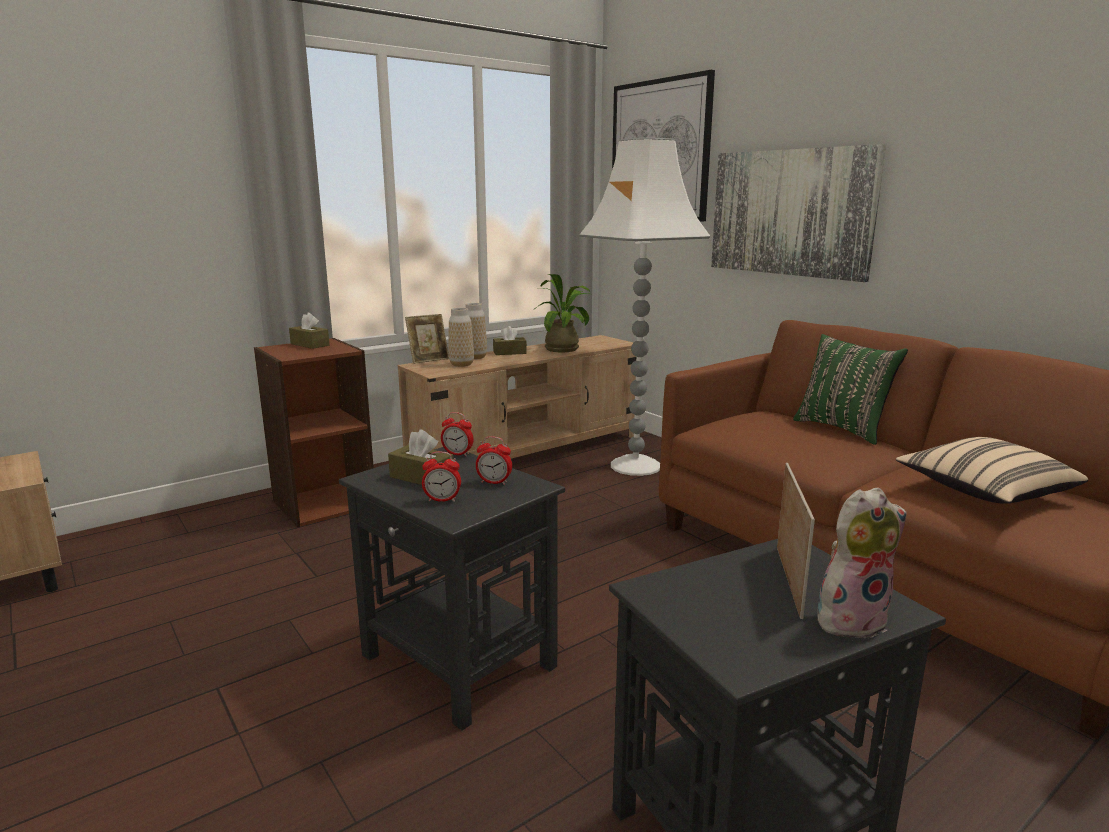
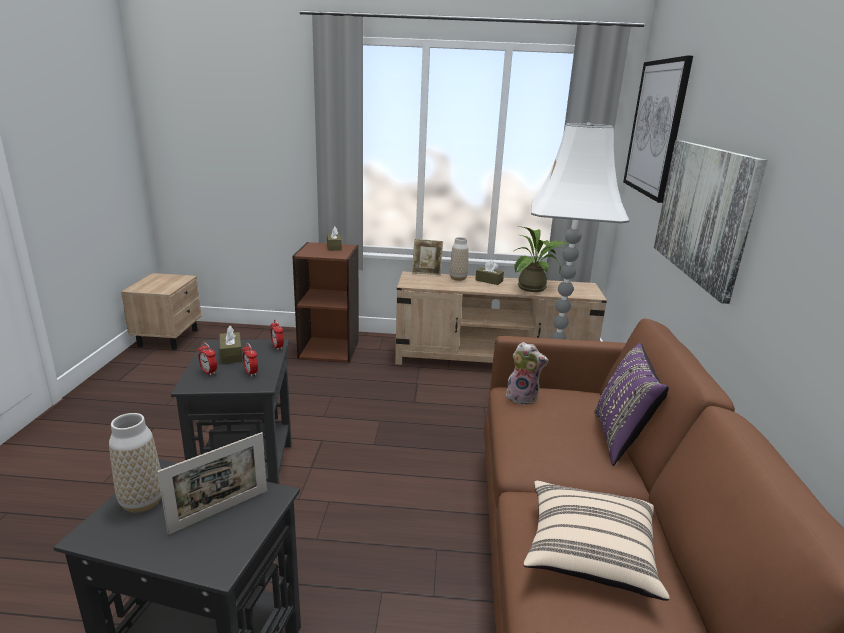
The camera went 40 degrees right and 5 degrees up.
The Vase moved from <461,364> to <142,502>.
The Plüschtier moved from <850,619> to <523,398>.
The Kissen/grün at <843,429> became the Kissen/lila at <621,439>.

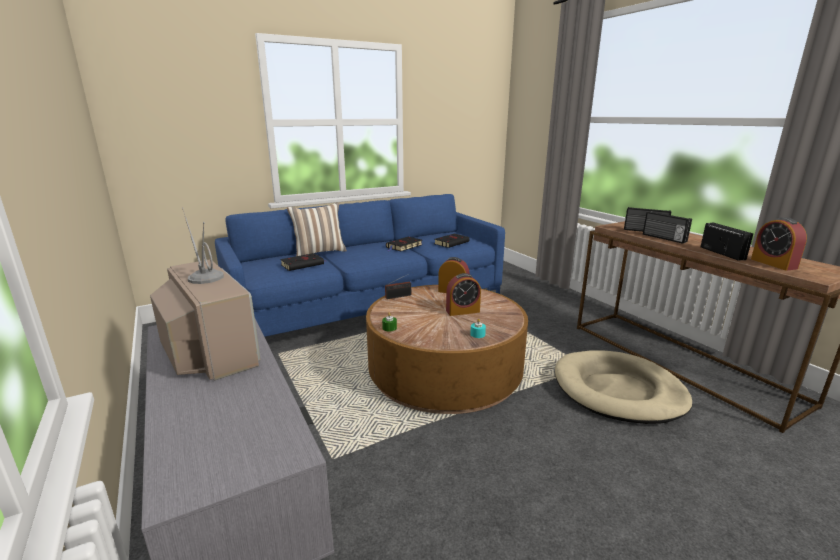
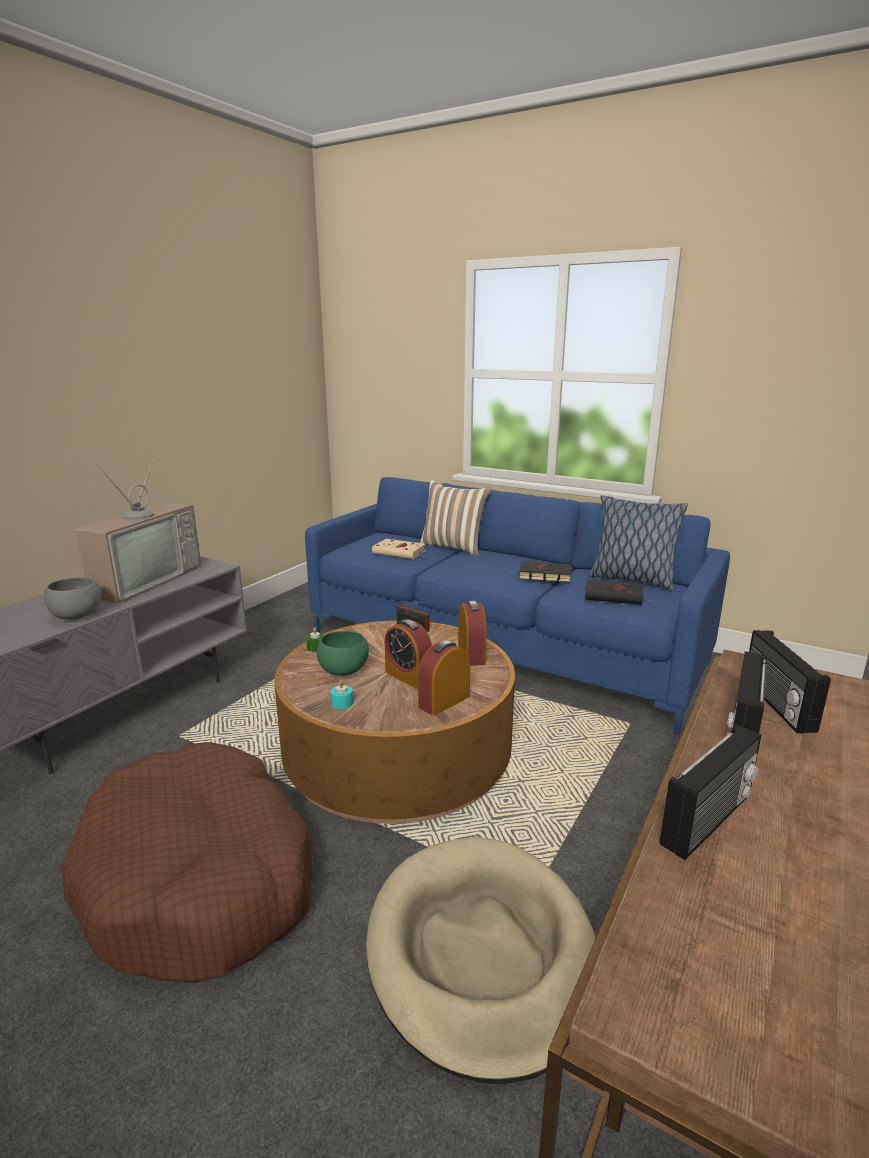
The camera went 60 degrees right and 0 degrees up.
The Schüssel/grau at <76,616> appeared.
The Hundebett/braun at <201,879> appeared.
The Schüssel/grün at <343,671> appeared.
The Buch/schwarz at <303,264> became the Buch/beige at <400,552>.
The Wecker moved from <773,264> to <444,701>.
The Kissen at <631,579> appeared.

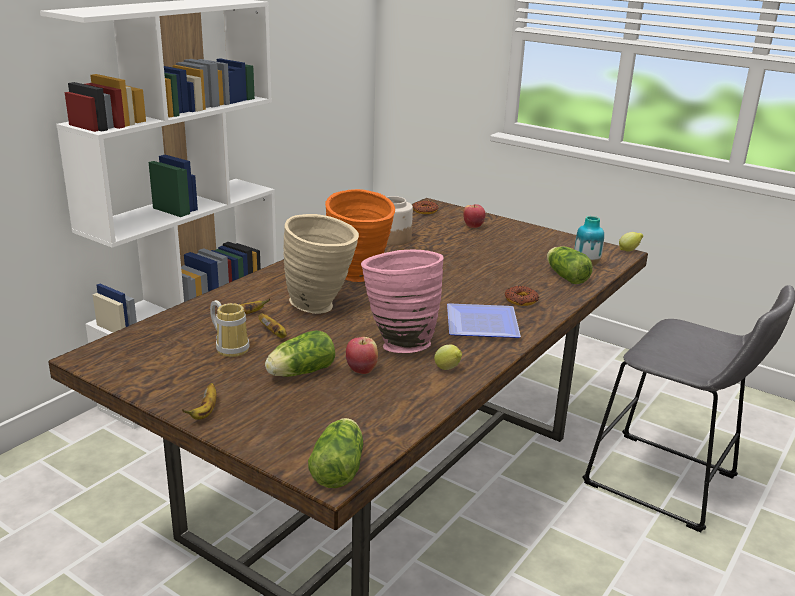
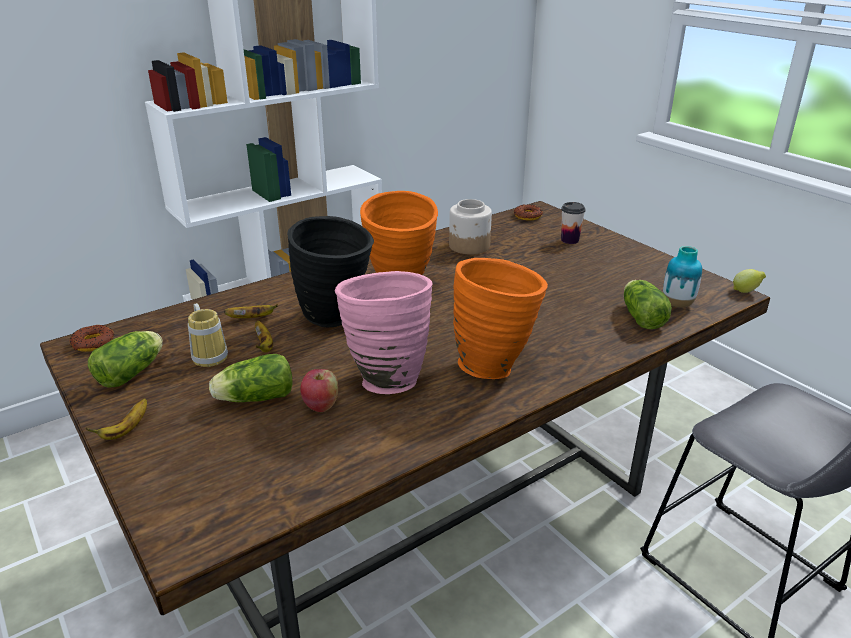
The camera went 20 degrees right and 5 degrees up.
The Donut moved from <521,300> to <93,343>.
The Salatkopf moved from <339,467> to <133,372>.
The Vase/beige at <322,307> became the Vase/schwarz at <336,319>.
The Teller at <479,323> was replaced by the Vase/orange at <495,365>.
The Apfel at <473,226> was replaced by the Tasse at <570,240>.
The Zitrone at <448,369> disappeared.

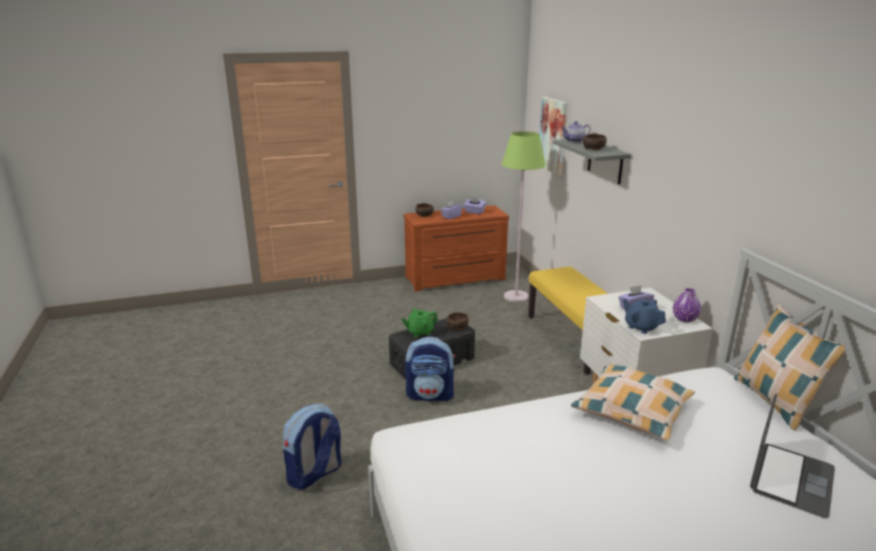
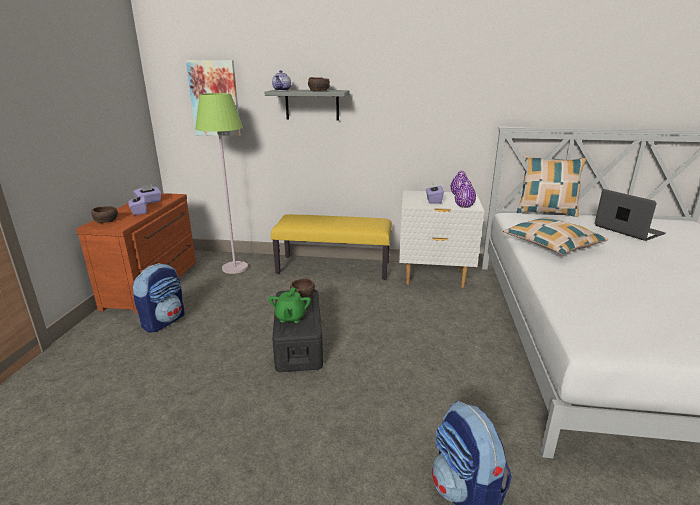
The camera went 65 degrees left and 0 degrees up.
The Rucksack moved from <430,395> to <164,321>.
The Teekanne/blau at <641,327> was replaced by the Vase/lila at <464,206>.

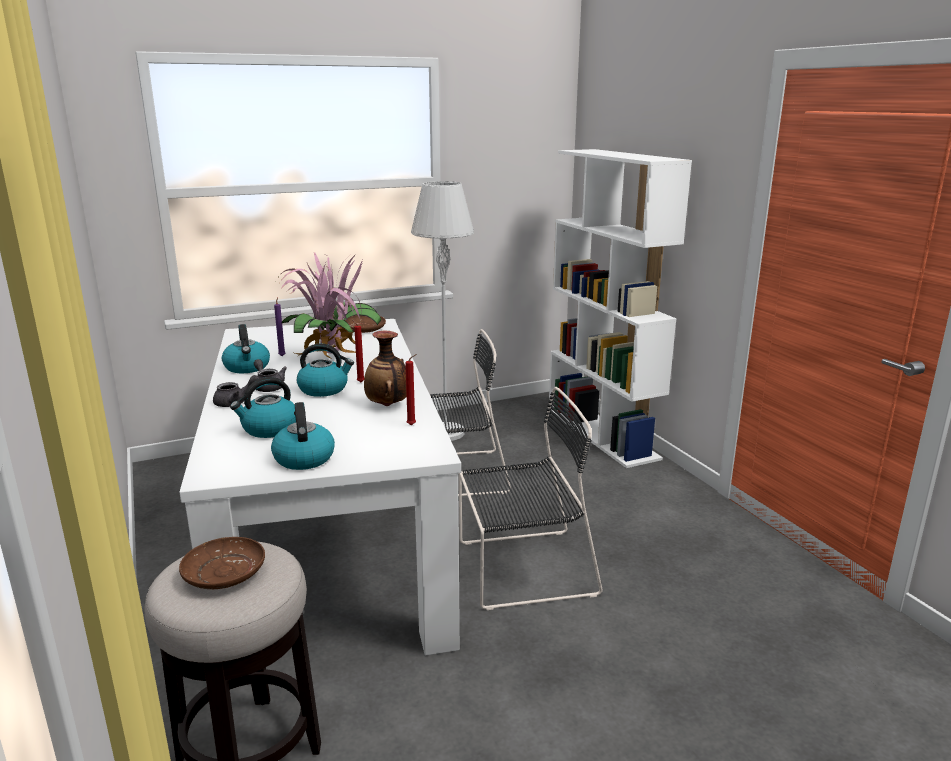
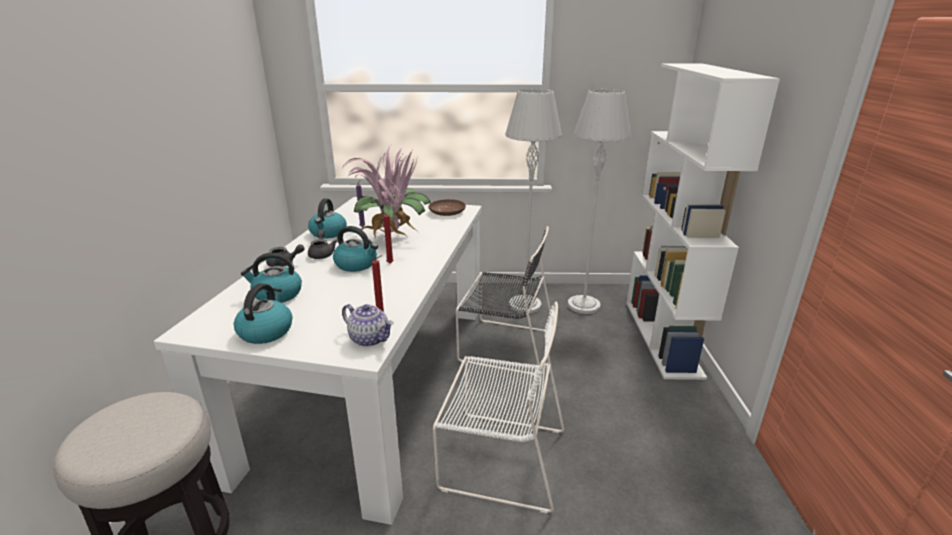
The camera went 25 degrees right and 5 degrees up.
The Teekanne at <370,339> appeared.
The Stuhl/schwarz at <521,568> became the Stuhl/weiß at <499,457>.
The Stehlampe/grau at <583,305> appeared.
The Teller/braun at <224,573> disappeared.
The Vase at <388,405> disappeared.

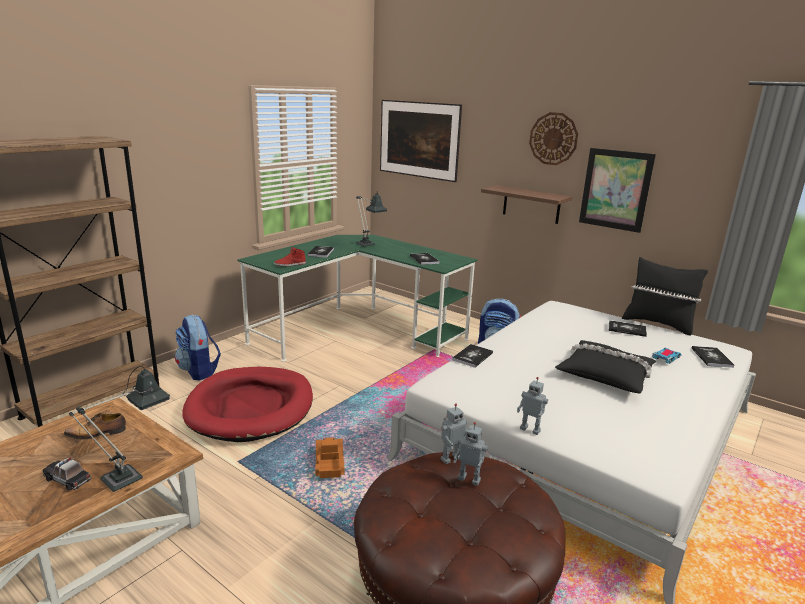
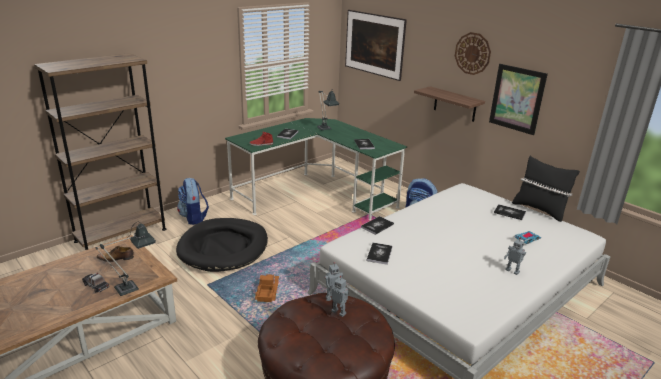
The camera went 10 degrees right and 5 degrees up.
The Hundebett/rot at <251,407> became the Hundebett/schwarz at <223,247>.
The Buch moved from <711,357> to <379,254>.
The Spielzeugroboter moved from <530,429> to <512,271>.
The Kissen/schwarz at <605,374> disappeared.

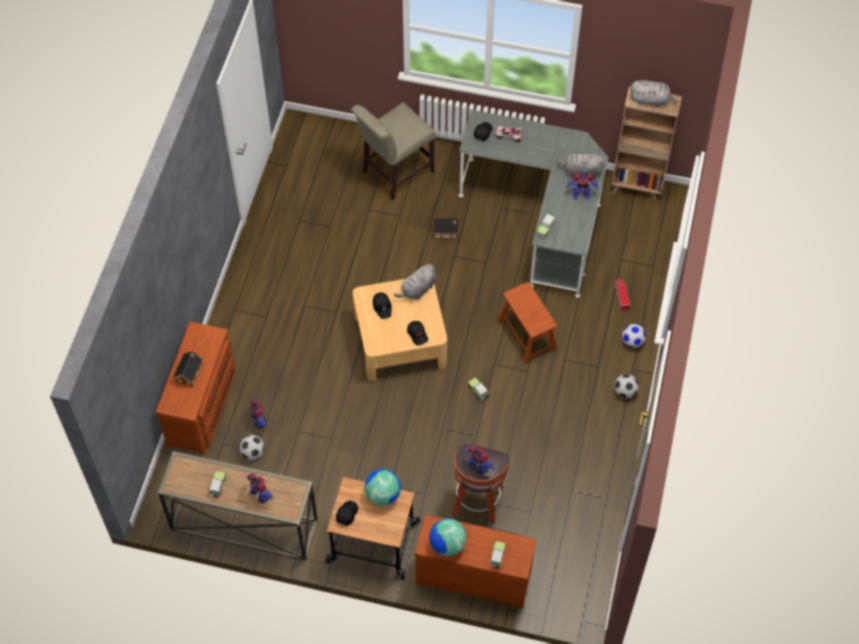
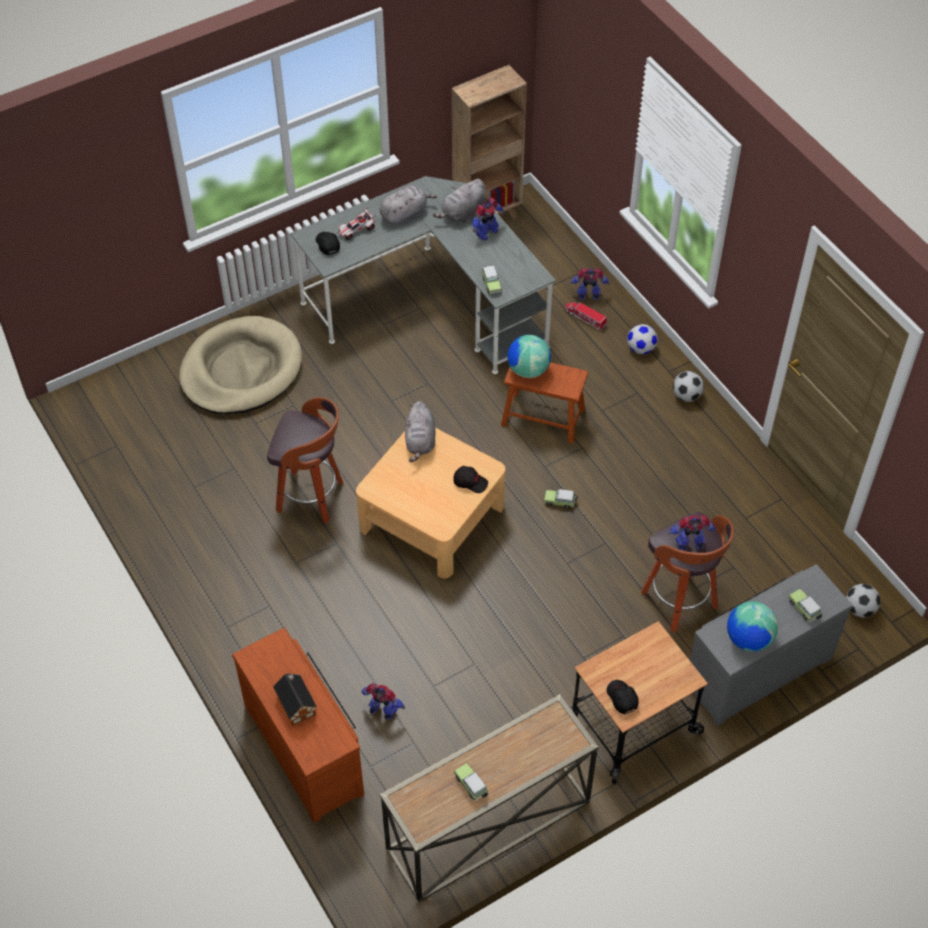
The camera went 45 degrees left and 5 degrees down.
The Stuhl/beige at <394,173> was replaced by the Hundebett/beige at <241,370>.
The Hocker at <312,497> appeared.
The Plüschtier/grau moved from <651,100> to <405,213>.
The Globus moved from <383,494> to <528,370>.
The Spielzeugroboter moved from <260,495> to <589,296>.
The Kommode/braun at <474,574> became the Kommode/grau at <756,668>.
The Fußball moved from <253,453> to <859,609>.
The Kappe/schwarz at <382,306> disappeared.
The Spielzeughaus at <447,232> disappeared.

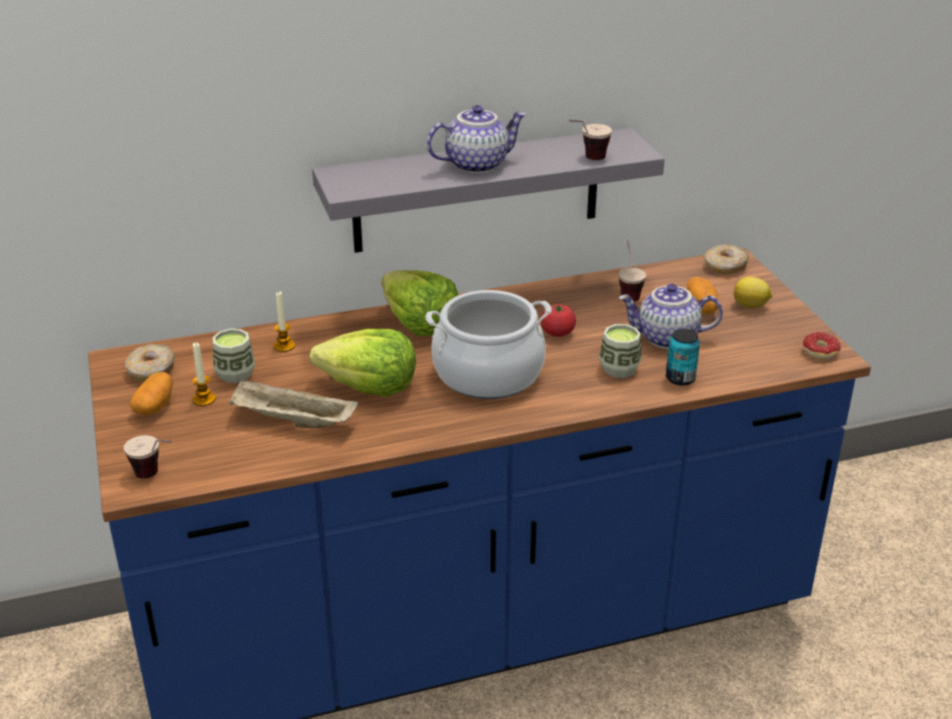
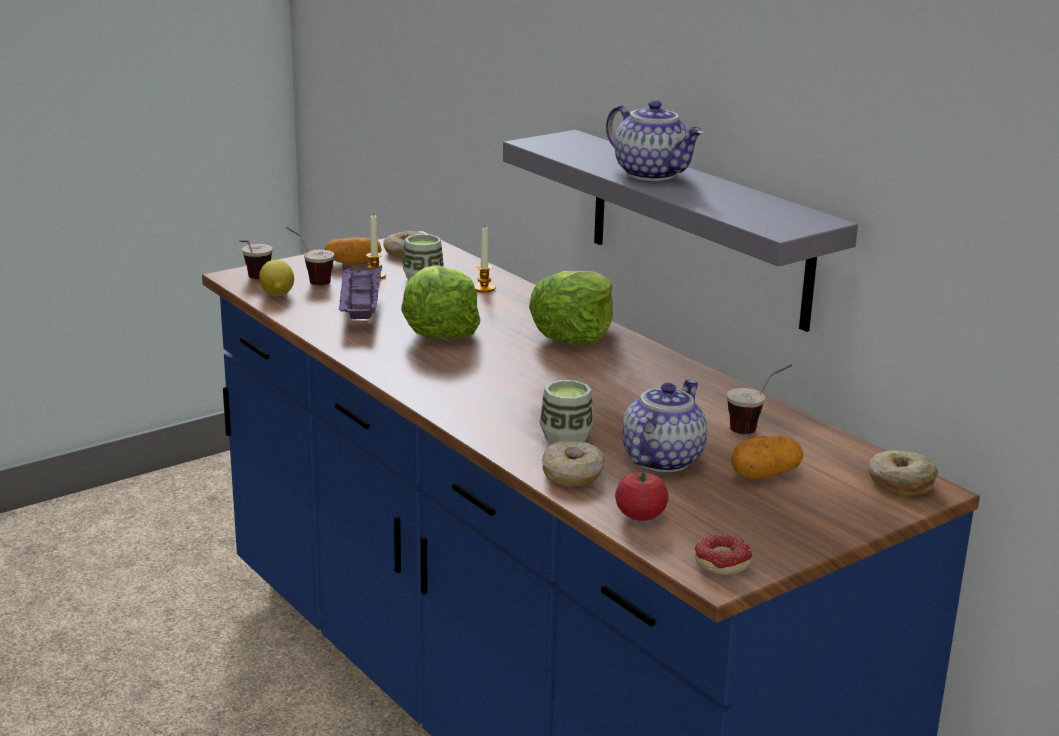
The camera went 70 degrees right and 10 degrees down.
The Zitrone moved from <751,306> to <277,295>.
The Tasse moved from <586,160> to <310,280>.
The Tablett/beige at <291,421> became the Tablett/lila at <360,310>.
The Dose at <680,378> was replaced by the Donut at <573,474>.
The Tomate moved from <557,333> to <640,515>.
The Teekanne at <666,339> turned 45 degrees clockwise.
The Kochtopf at <488,374> disappeared.

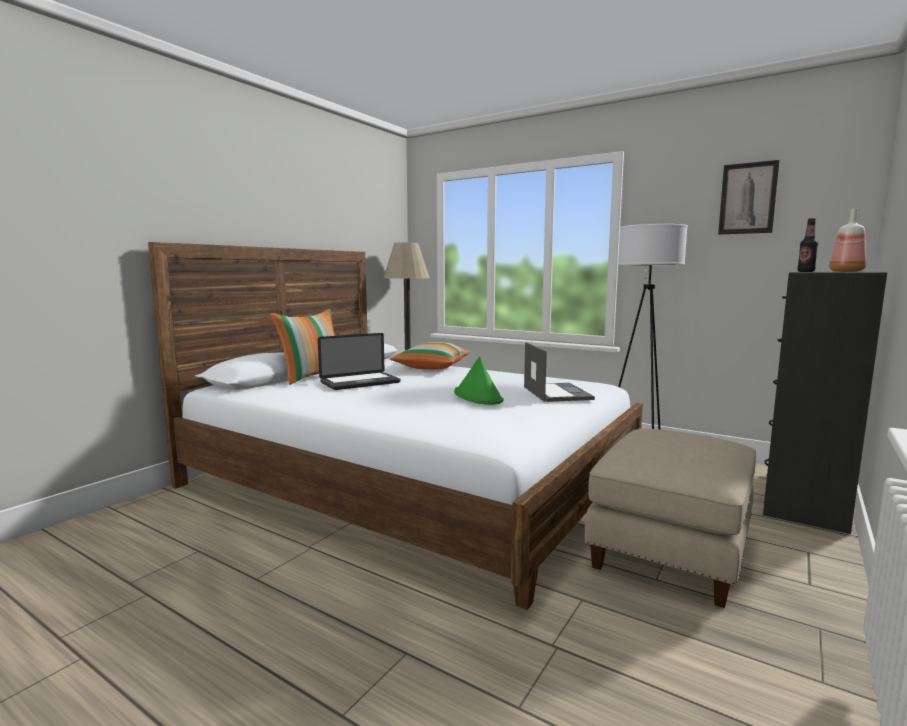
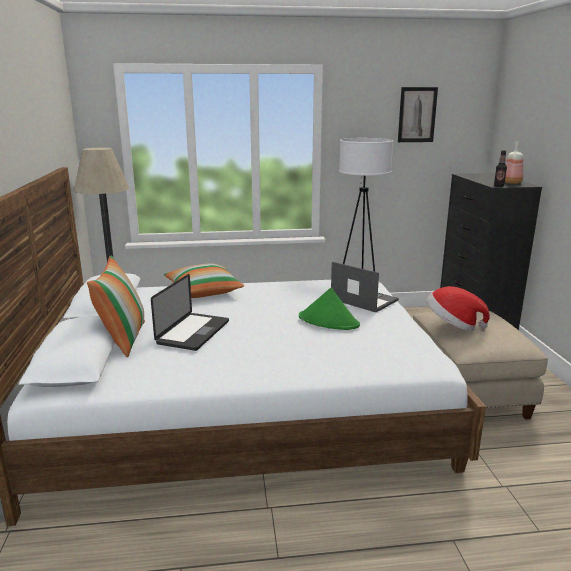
The camera went 40 degrees left and 10 degrees up.
The Hut at <452,325> appeared.

